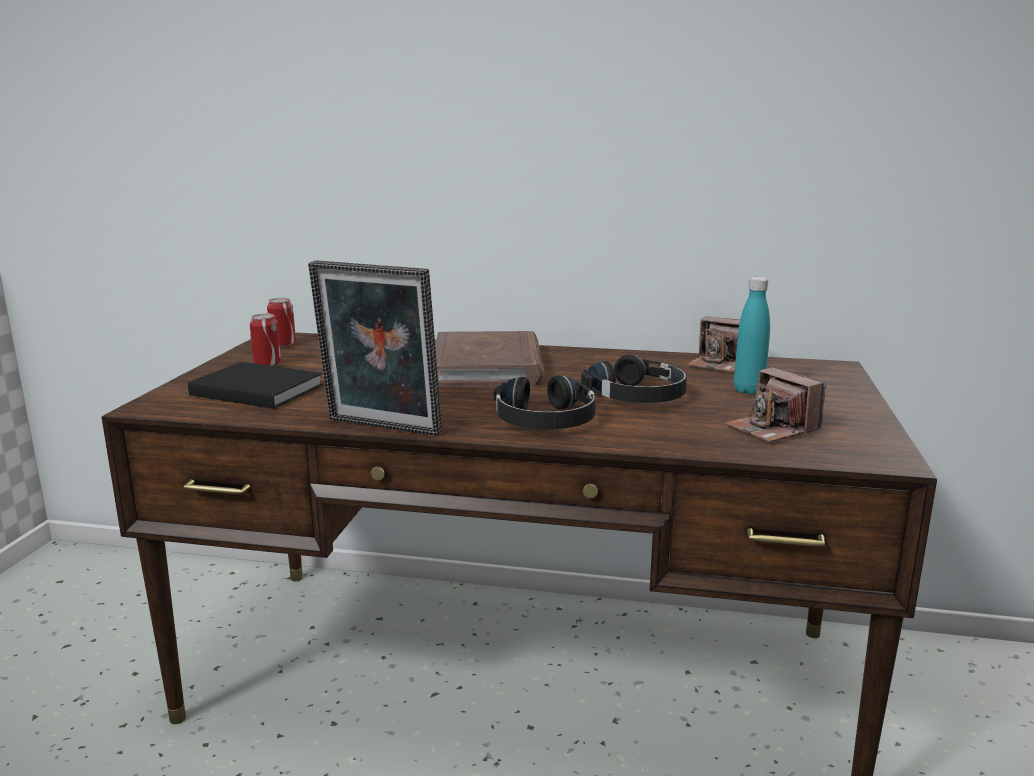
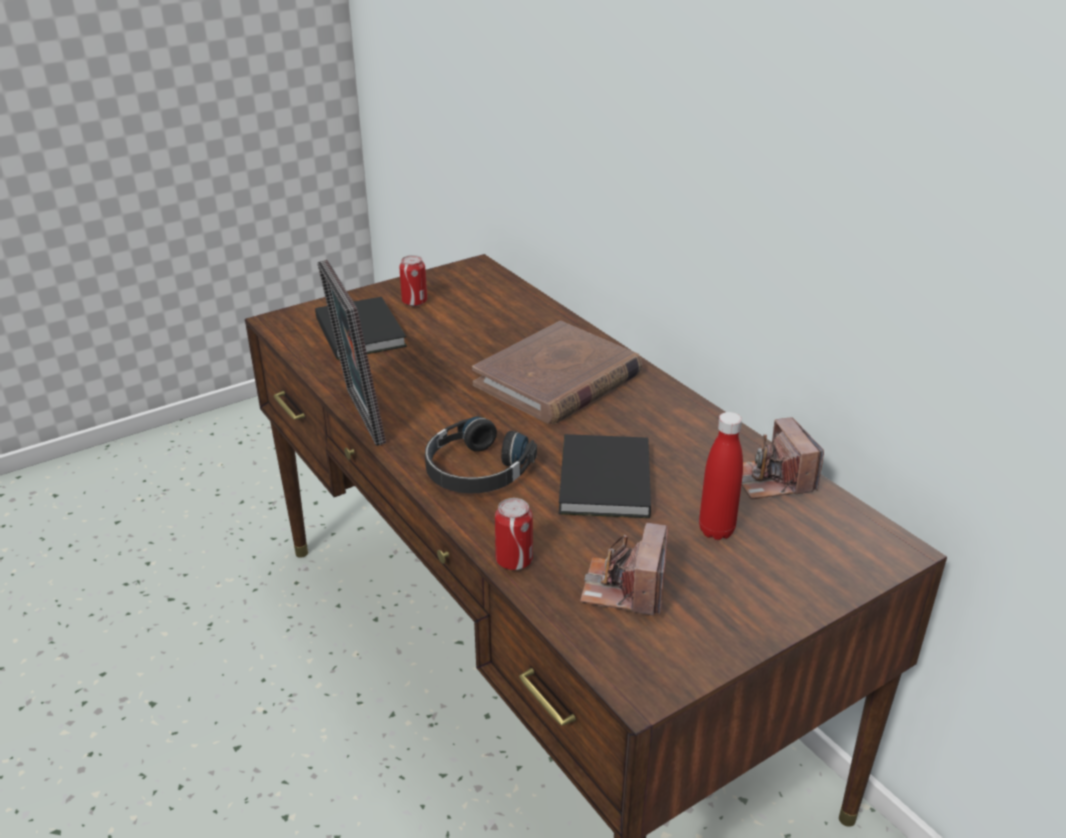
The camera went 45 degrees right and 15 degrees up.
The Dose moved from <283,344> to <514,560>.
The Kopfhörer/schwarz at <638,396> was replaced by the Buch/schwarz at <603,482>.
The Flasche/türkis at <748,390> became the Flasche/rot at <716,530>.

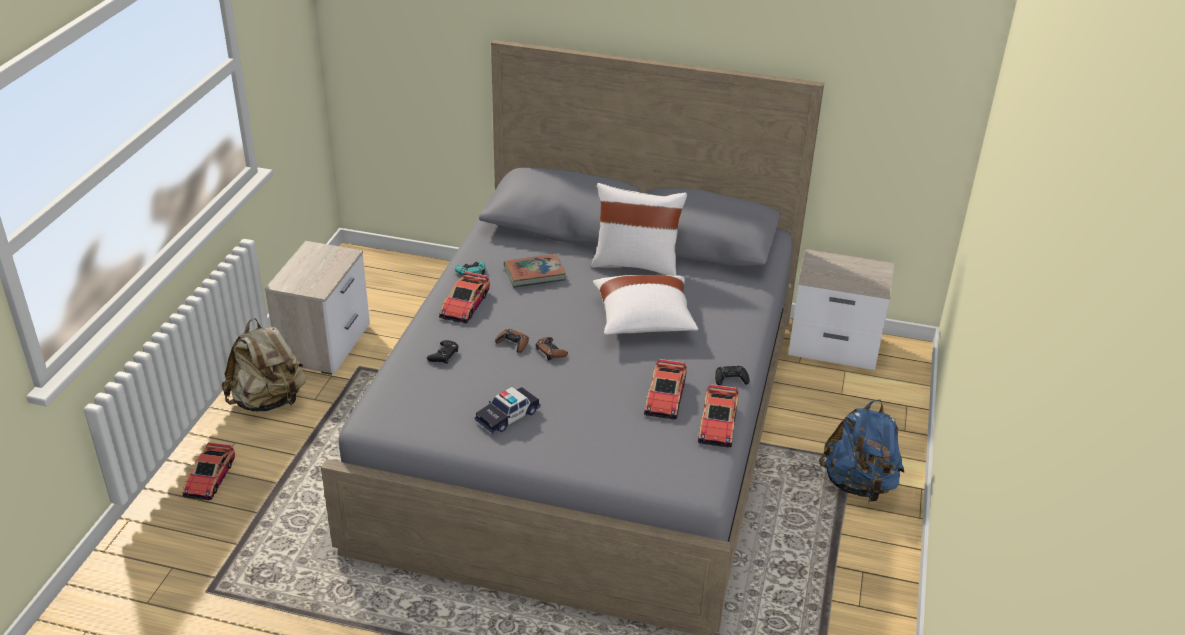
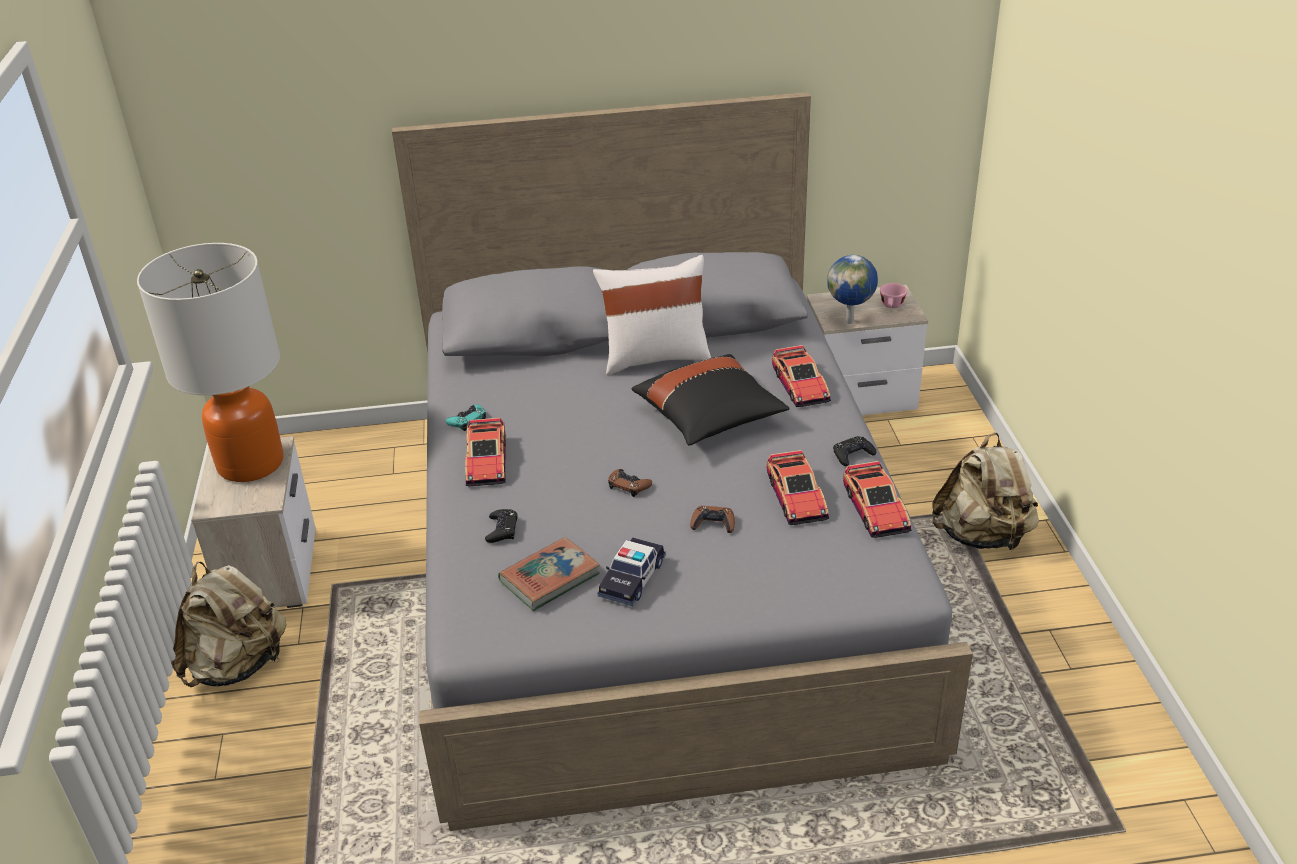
The camera went 20 degrees left and 0 degrees up.
The Tischlampe at <251,463> appeared.
The Buch moved from <534,274> to <550,578>.
The Kissen/weiß at <643,320> became the Kissen/schwarz at <710,418>.
The Gamepad/braun moved from <513,343> to <713,523>.
The Spielzeugauto moved from <209,478> to <800,385>.
The Globus at <850,321> appeared.
The Tasse/rosa at <892,306> appeared.
The Rucksack/blau at <859,484> became the Rucksack/beige at <982,536>.

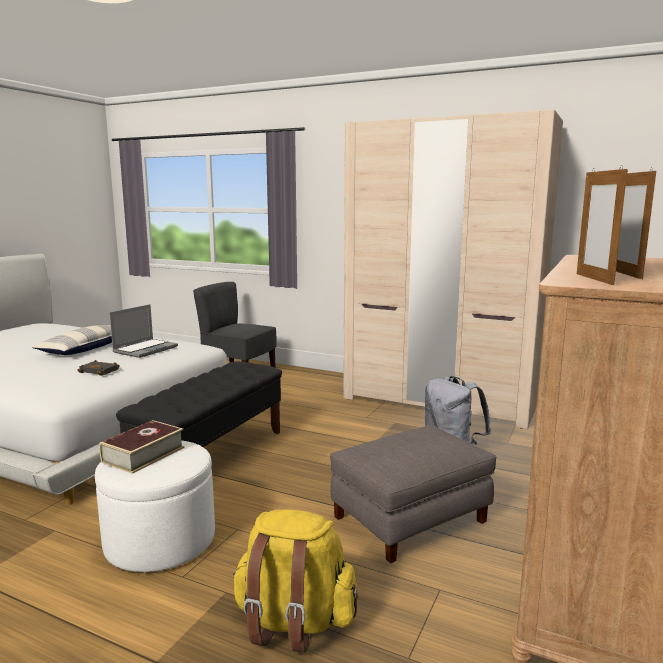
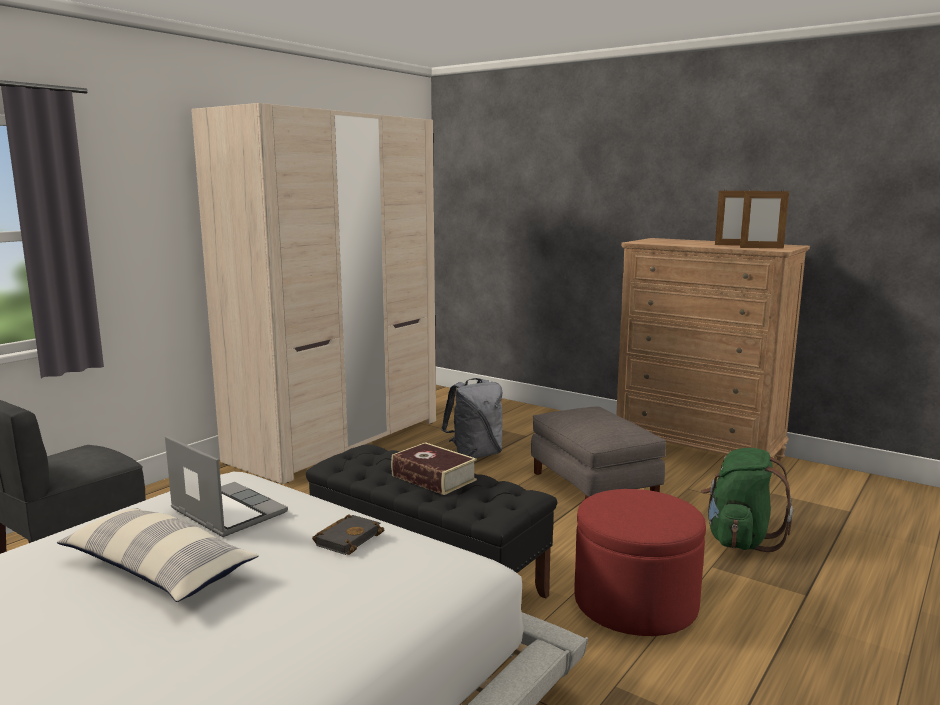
The camera went 80 degrees left and 0 degrees up.
The Buch moved from <143,454> to <433,478>.
The Polsterhocker/weiß at <160,541> became the Polsterhocker/rot at <635,603>.
The Rucksack/gelb at <293,622> became the Rucksack/grün at <740,540>.

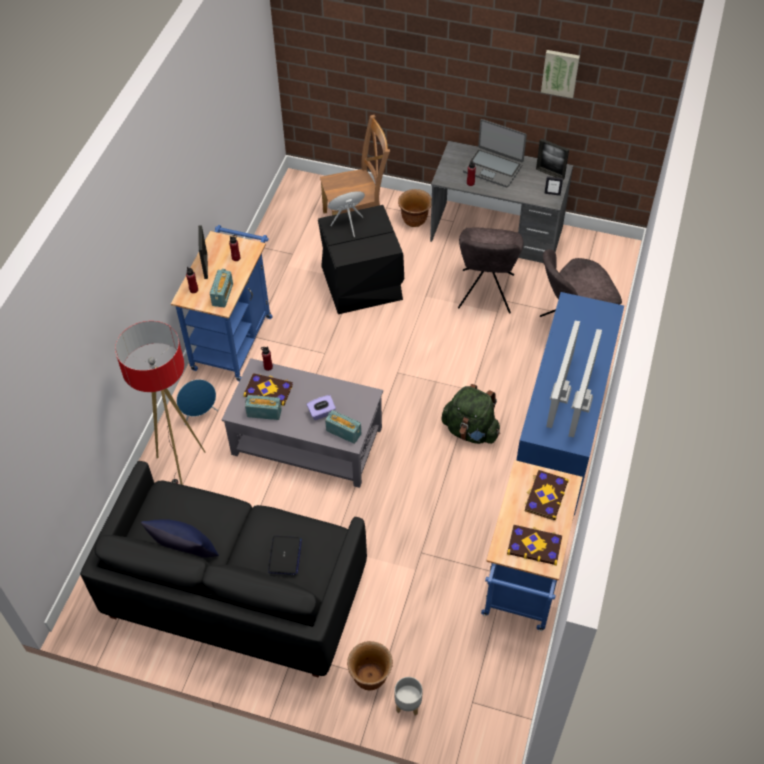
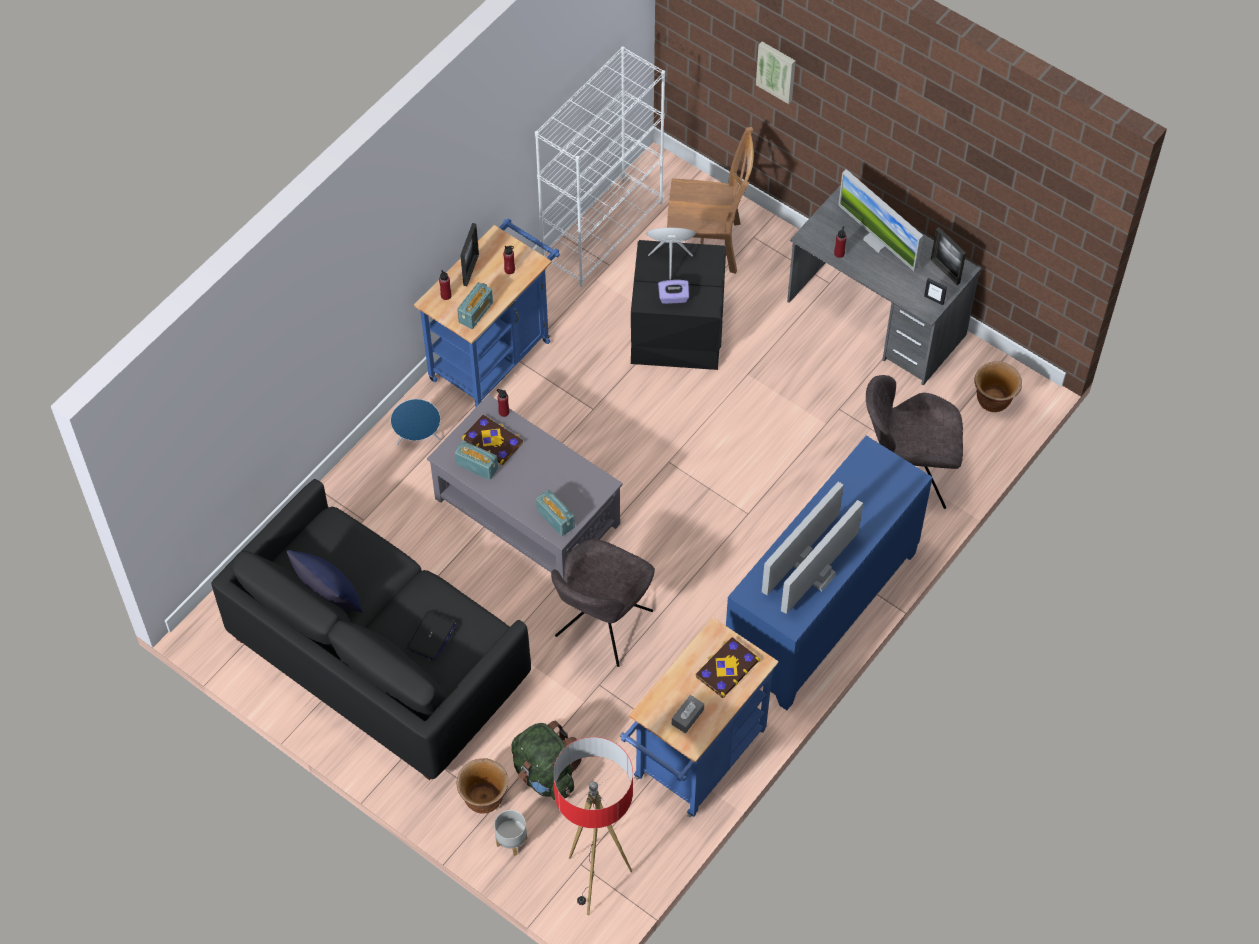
The camera went 20 degrees right and 5 degrees up.
The Rucksack/grün moved from <470,430> to <545,774>.
The Bücherregal/weiß at <602,231> appeared.
The Stuhl/grau moved from <485,293> to <602,626>.
The Stehlampe moved from <181,466> to <596,881>.
The Taschentuchbox/lila moved from <321,412> to <673,298>.
The Buch at <534,545> was replaced by the Taschentuchbox/grau at <687,717>.
The Bild moved from <560,72> to <777,71>.
The Laptop at <493,168> was replaced by the Monitor at <877,241>.
The Pflanzkübel/braun moved from <414,220> to <993,401>.

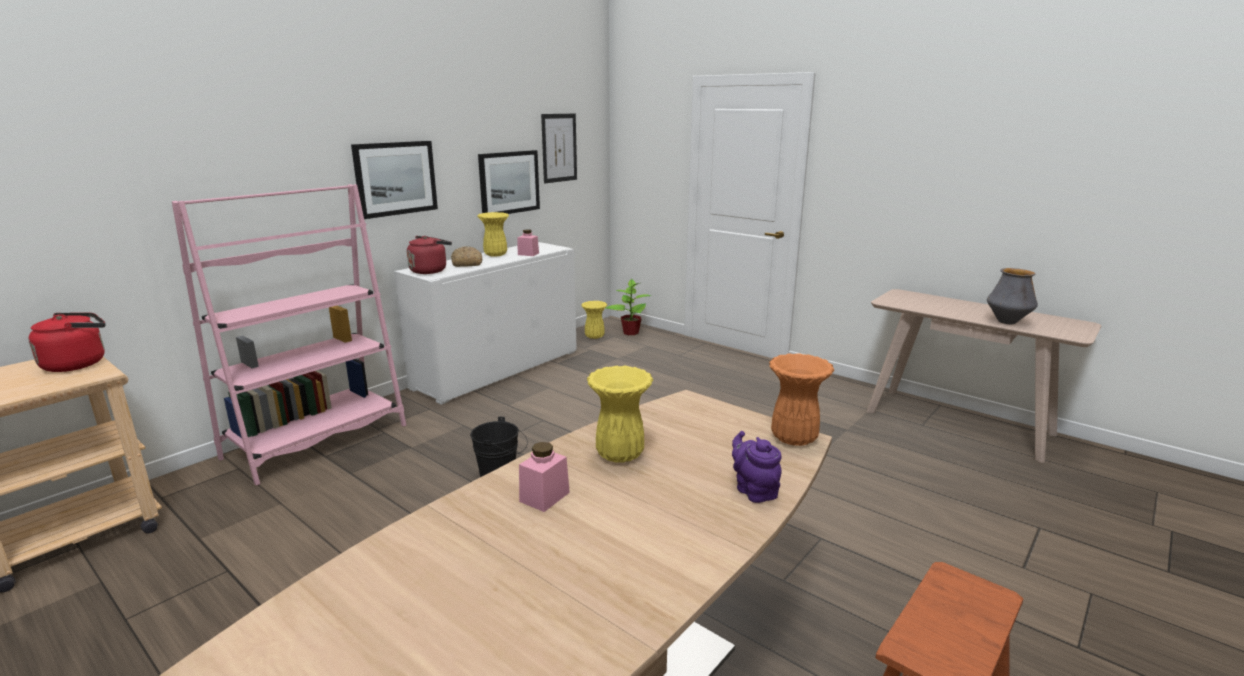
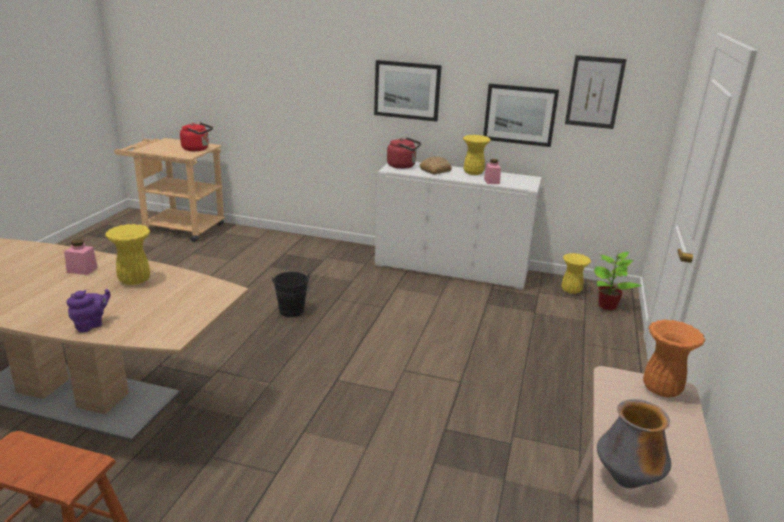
The camera went 65 degrees right and 5 degrees up.
The Vase/orange moved from <794,438> to <662,390>.
The Bücherregal/rosa at <317,441> disappeared.

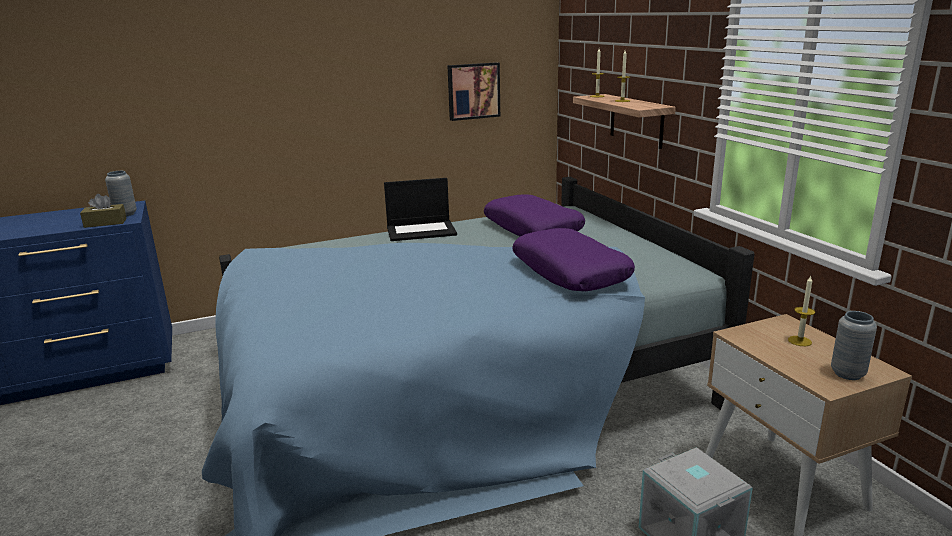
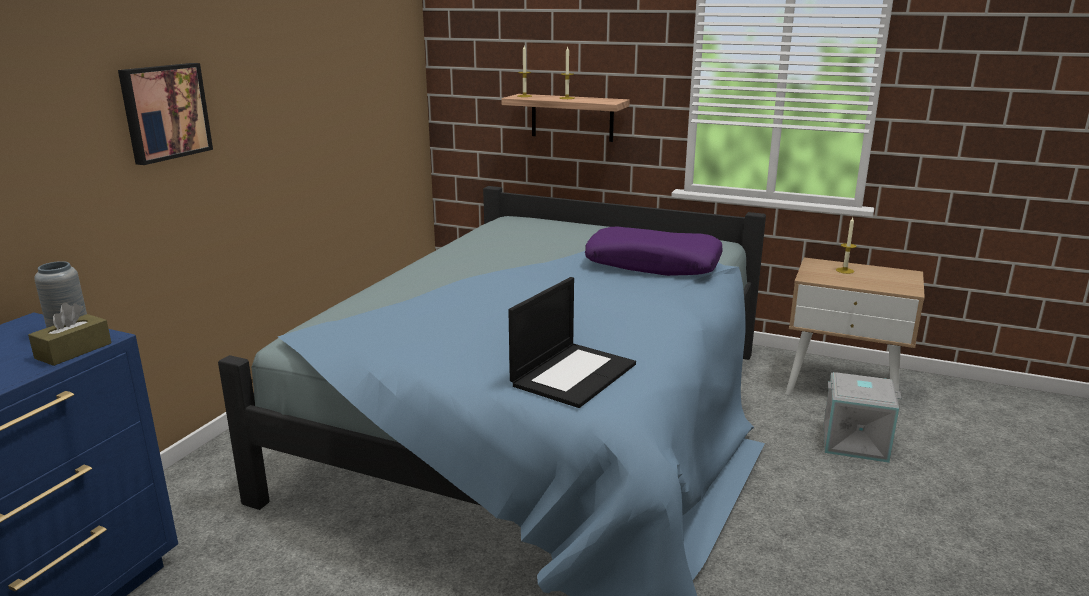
The camera went 45 degrees left and 0 degrees up.
The Bild moved from <473,91> to <164,112>.
The Laptop moved from <422,230> to <573,374>.
The Kissen/lila at <533,228> disappeared.
The Vase/grau at <847,374> disappeared.

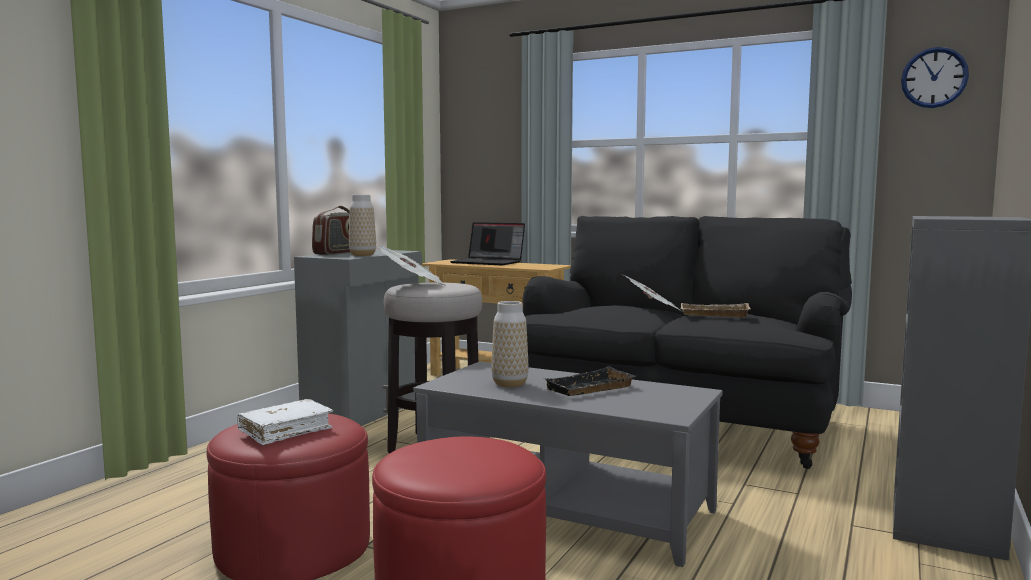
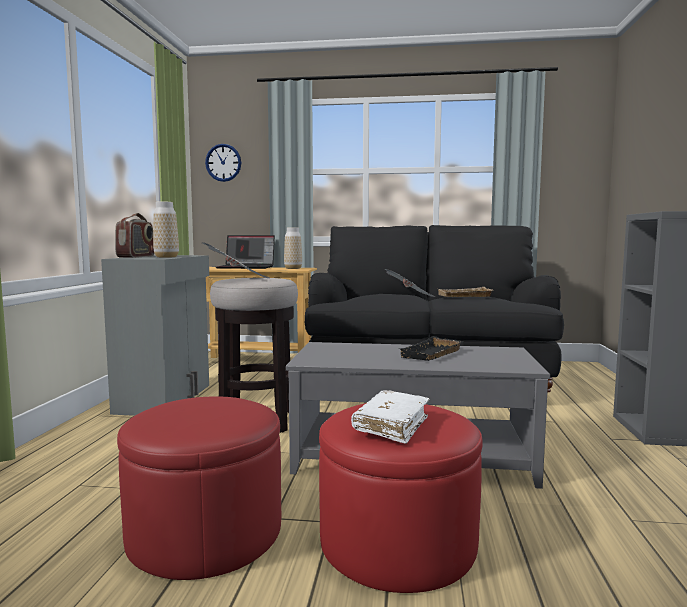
The camera went 20 degrees left and 0 degrees up.
The Wanduhr moved from <934,77> to <223,162>.
The Vase moved from <510,384> to <293,268>.
The Buch/weiß moved from <285,431> to <392,426>.

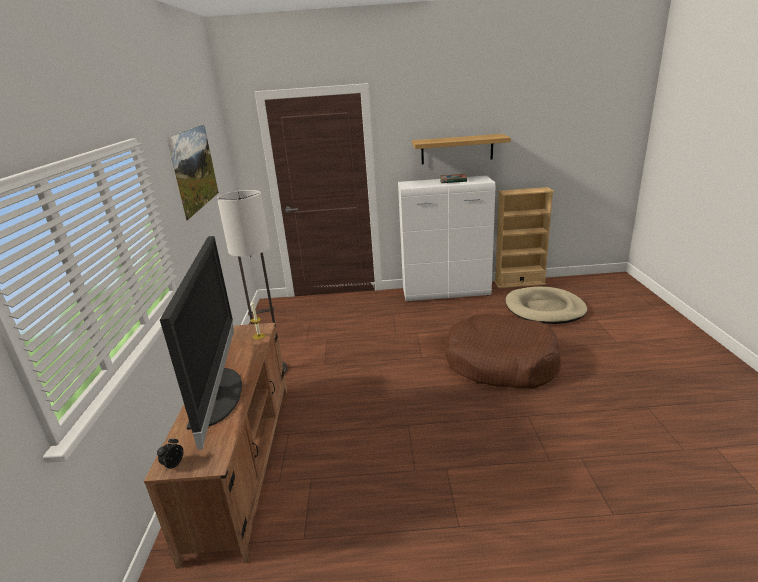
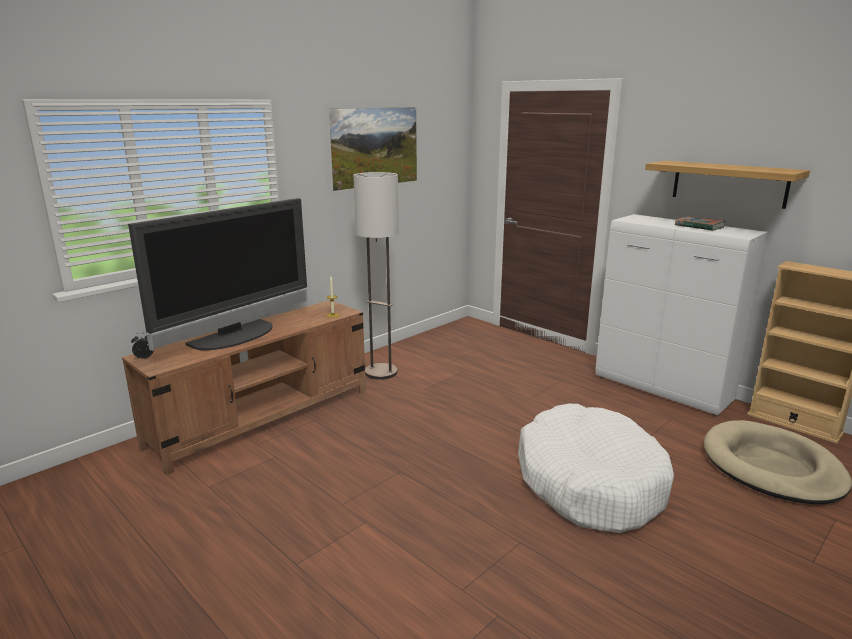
The camera went 45 degrees right and 5 degrees down.
The Hundebett/braun at <500,363> became the Hundebett/weiß at <589,482>.

